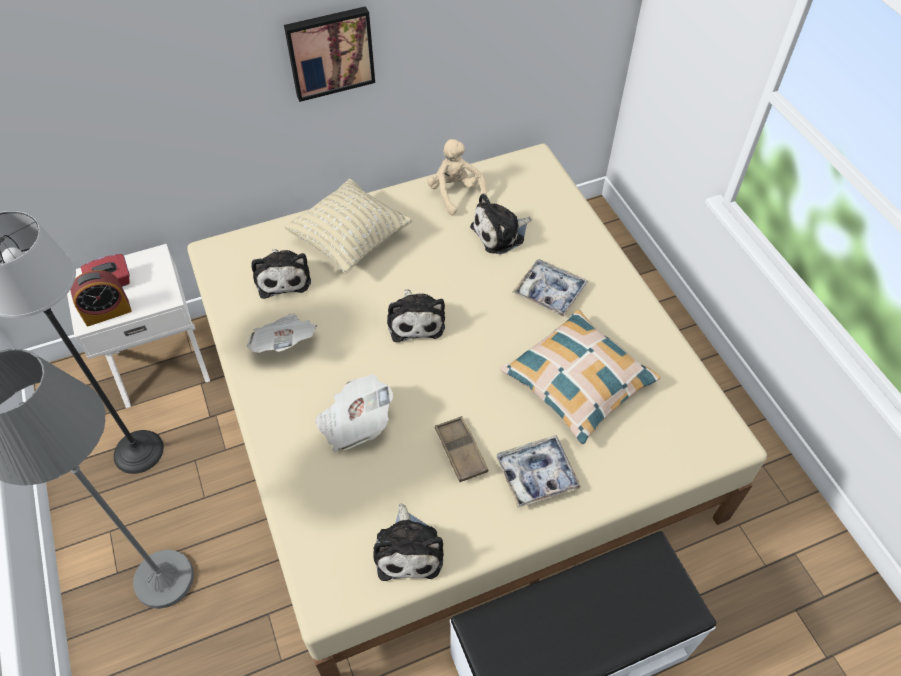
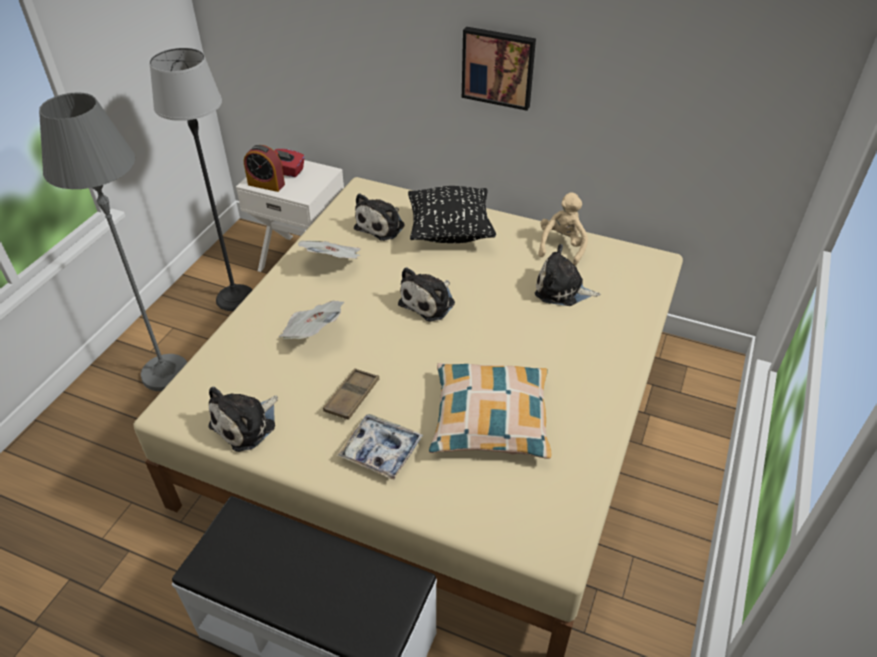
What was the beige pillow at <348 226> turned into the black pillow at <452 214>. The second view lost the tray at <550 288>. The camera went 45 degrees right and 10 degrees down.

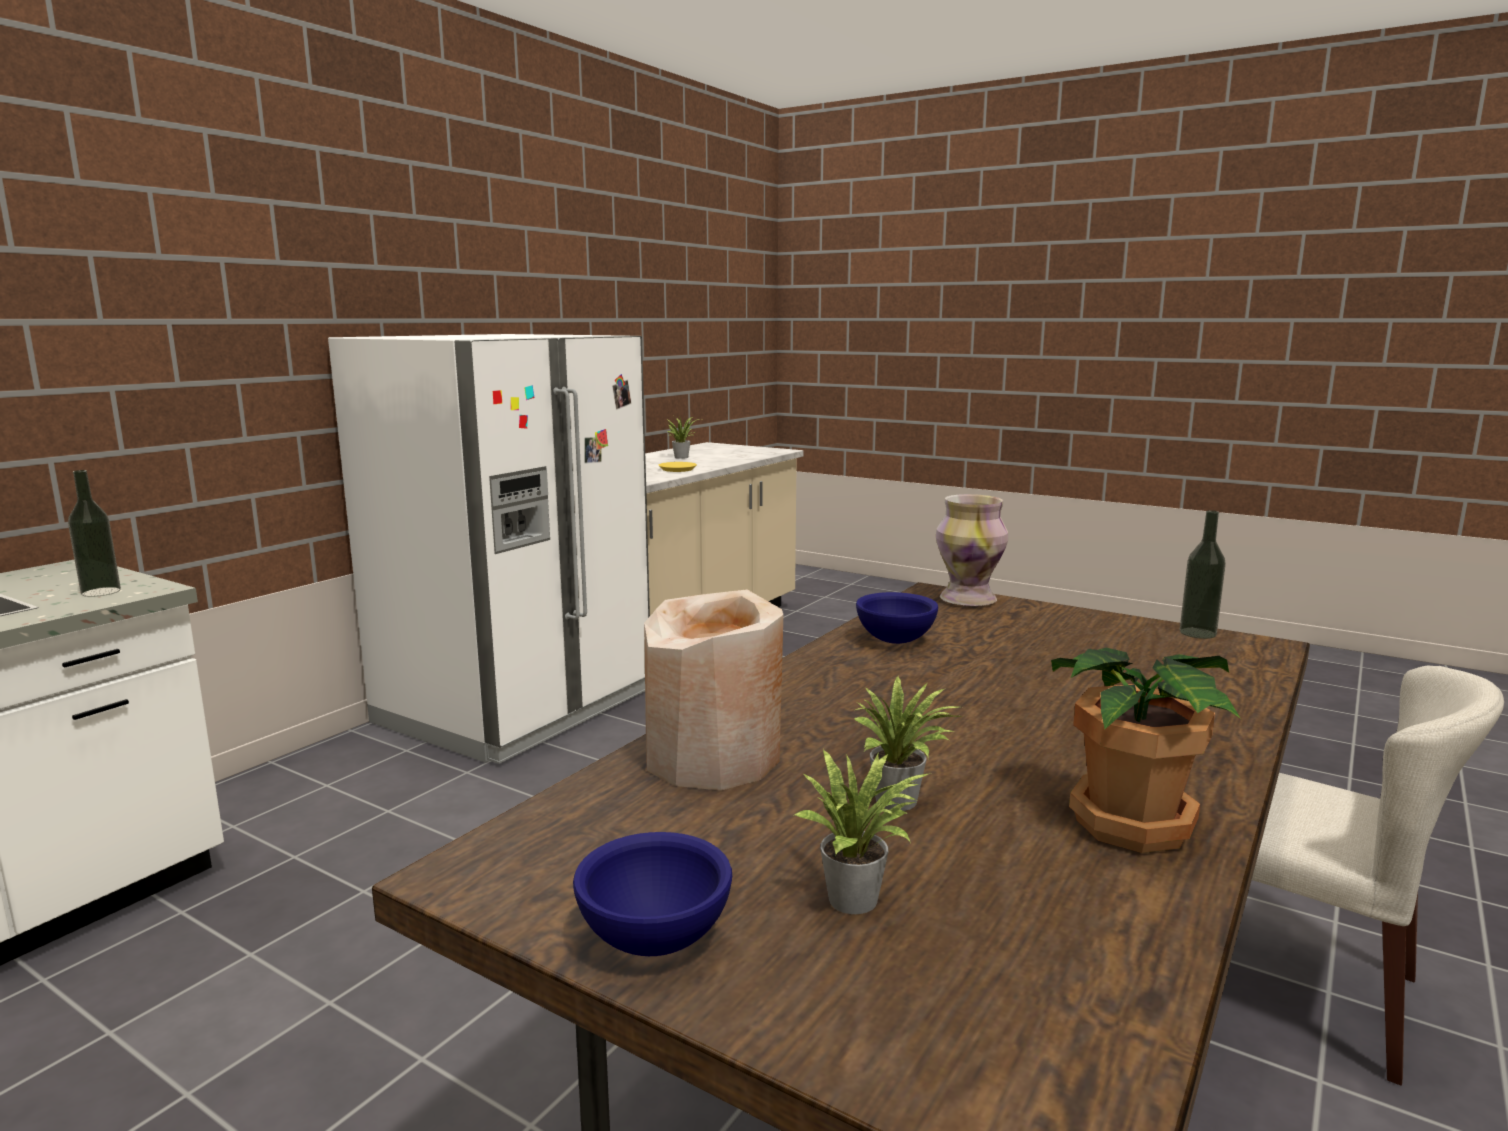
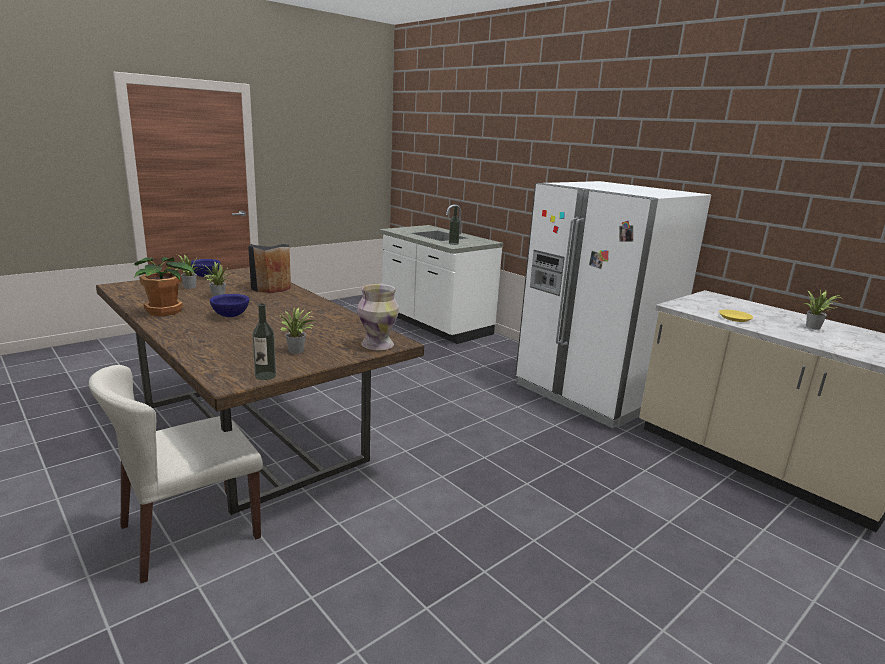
What was the beige vase at <713 690> turned into the black vase at <269 268>. The blue bowl ended up elsewhere, having gone from <897 618> to <229 305>. The second view gained the potted plant at <296 330>. The camera went 105 degrees right and 5 degrees up.

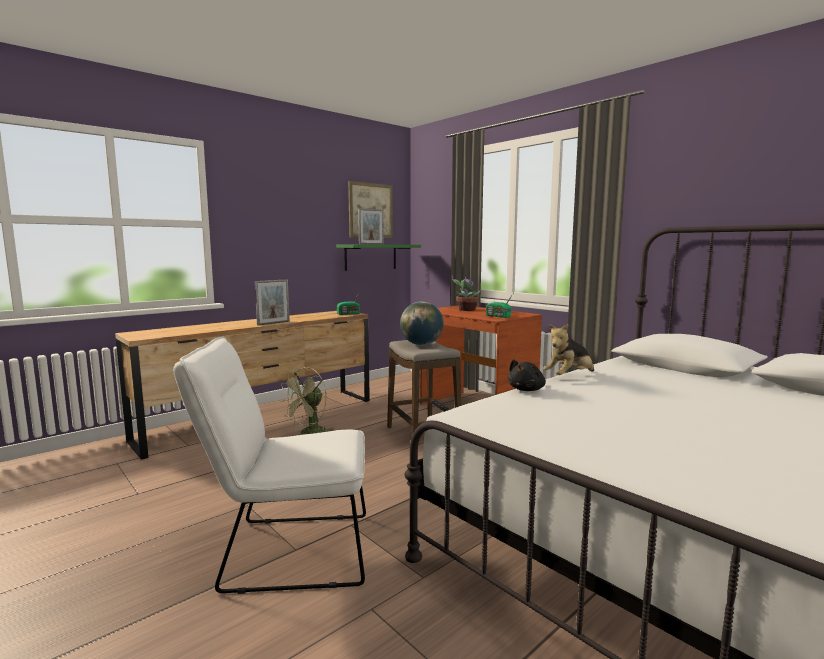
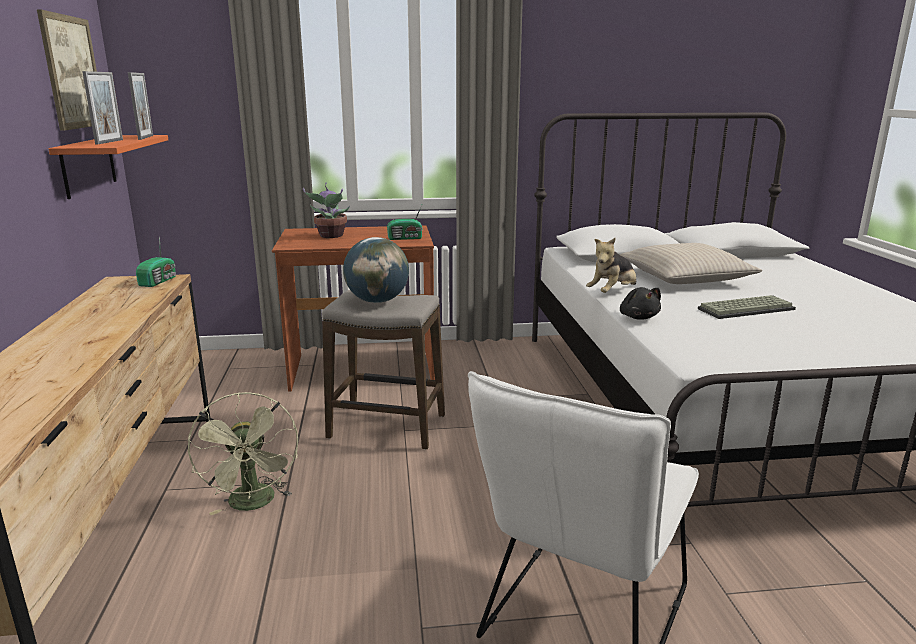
The picture frame ended up elsewhere, having gone from <272 302> to <140 106>. What was the green shelf at <378 258> turned into the orange shelf at <108 167>. The plush toy at <568 349> ended up facing another way, 45 degrees clockwise from before. The second view gained the beige pillow at <691 263>. The second view gained the keyboard at <747 307>. The camera went 55 degrees left and 10 degrees up.

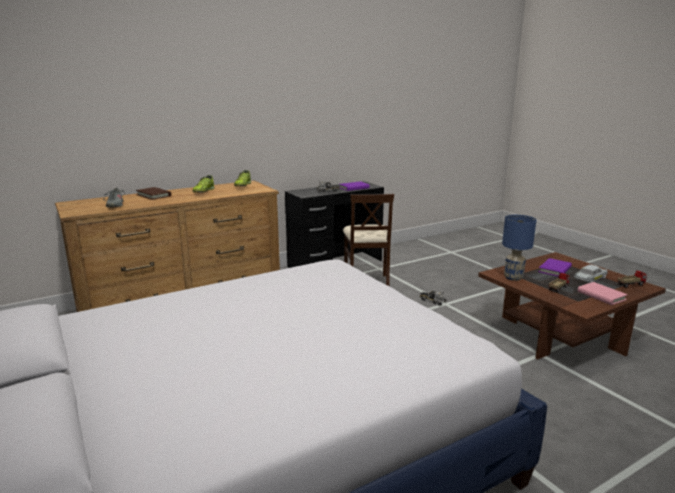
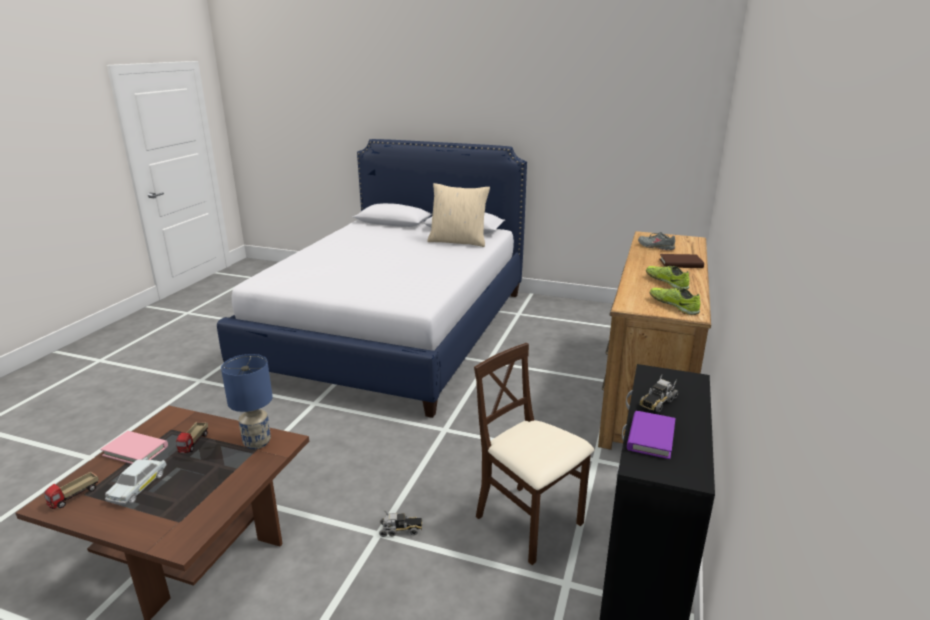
The second view lost the purple book at <555 267>. The second view gained the beige pillow at <458 215>. The camera went 140 degrees right and 5 degrees up.

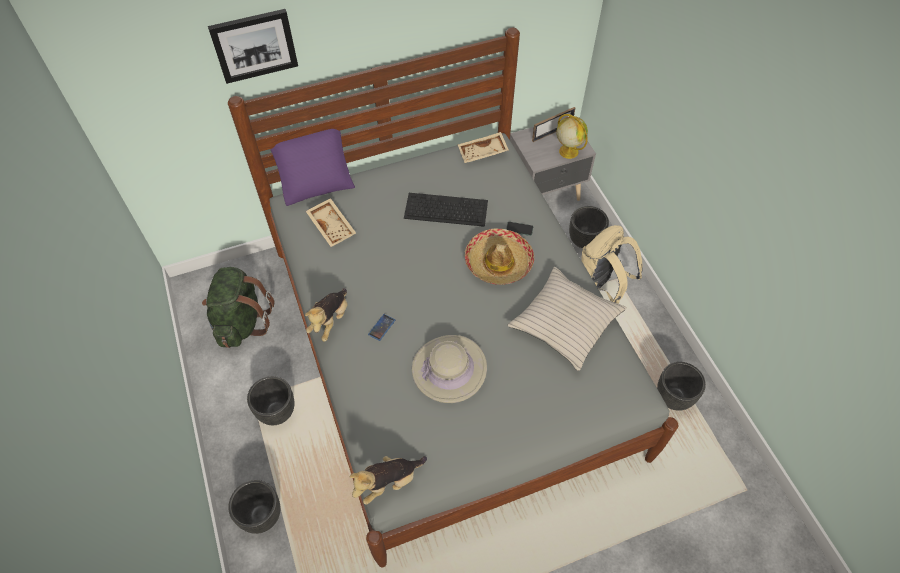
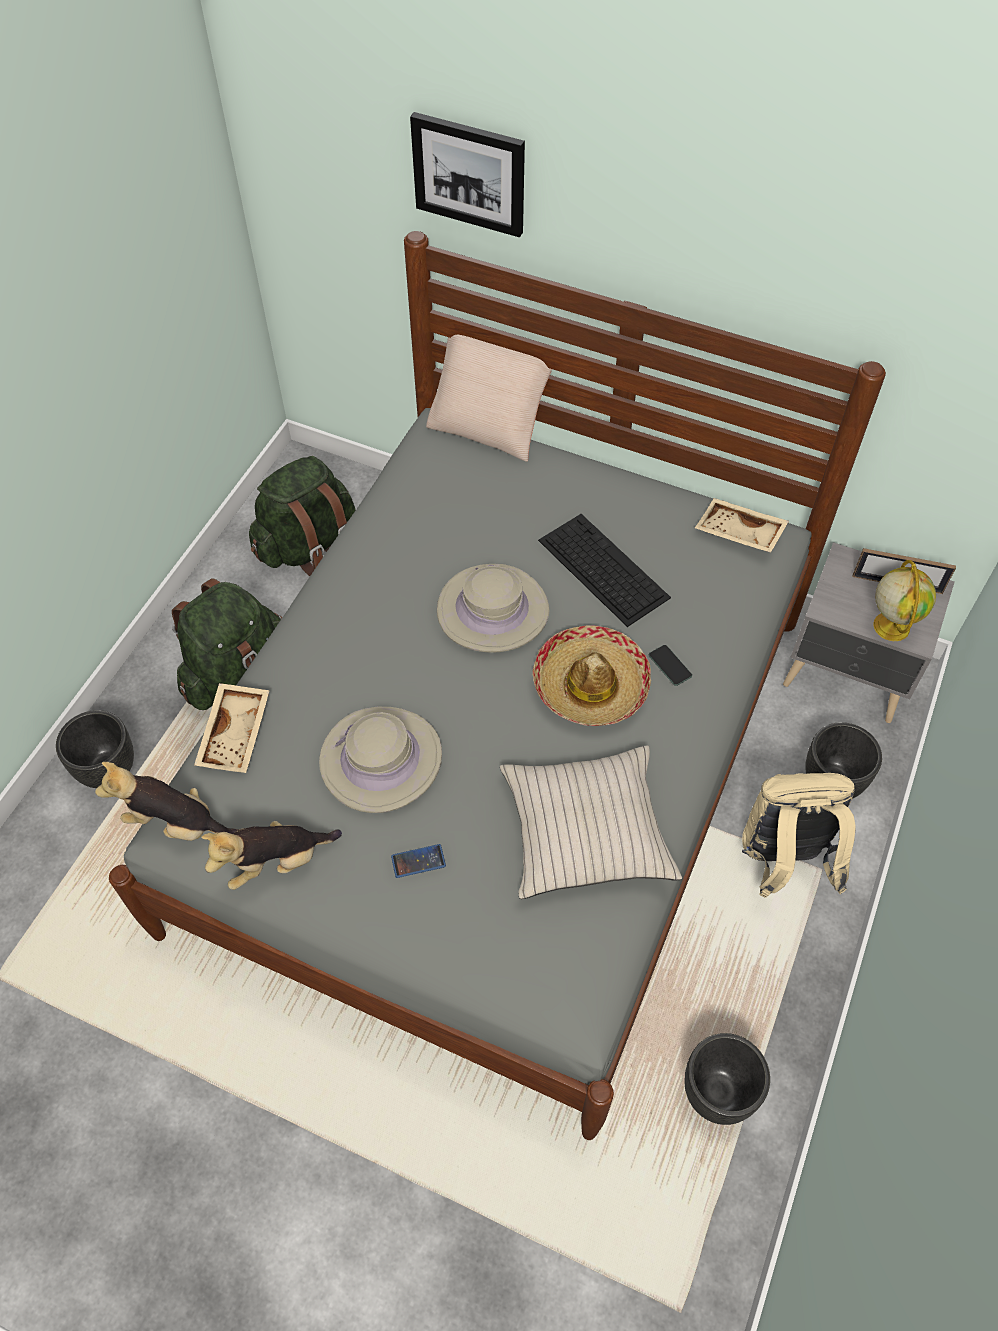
Where the black planter stood at <270 400>, the green backpack came to stand at <227 644>. What was the purple pillow at <312 167> turned into the beige pillow at <489 398>. The plush toy ended up elsewhere, having gone from <326 315> to <272 855>. The beige tray ended up elsewhere, having gone from <331 222> to <232 728>. The phone ended up elsewhere, having gone from <381 327> to <418 861>. The second view gained the beige hat at <493 608>. The camera went 45 degrees right and 0 degrees up.

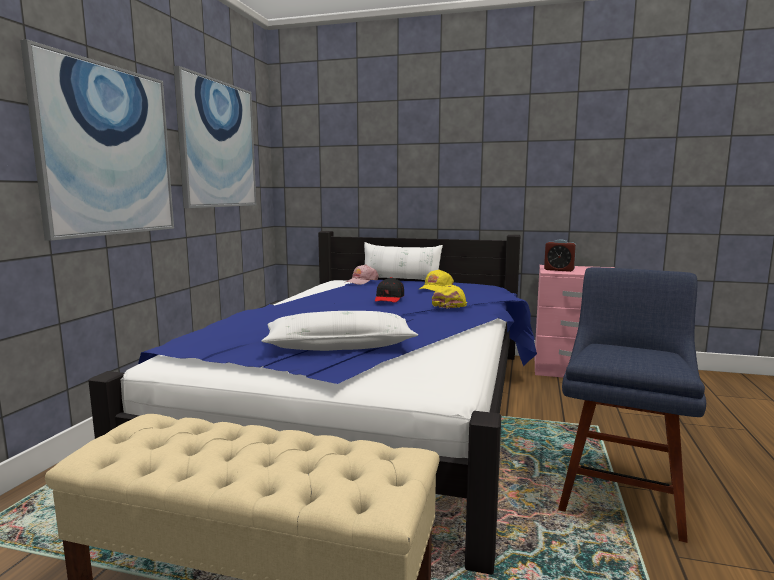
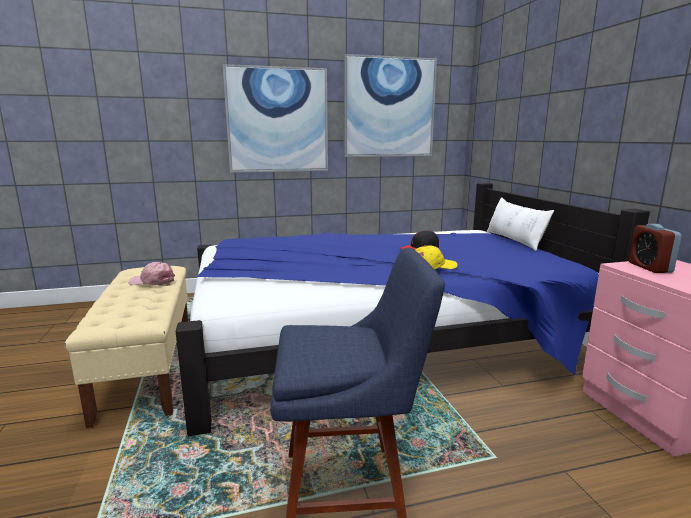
The second view lost the white pillow at <339 331>. The pink cap ended up elsewhere, having gone from <361 274> to <152 274>. The second view lost the yellow cap at <437 280>. The camera went 60 degrees right and 5 degrees up.

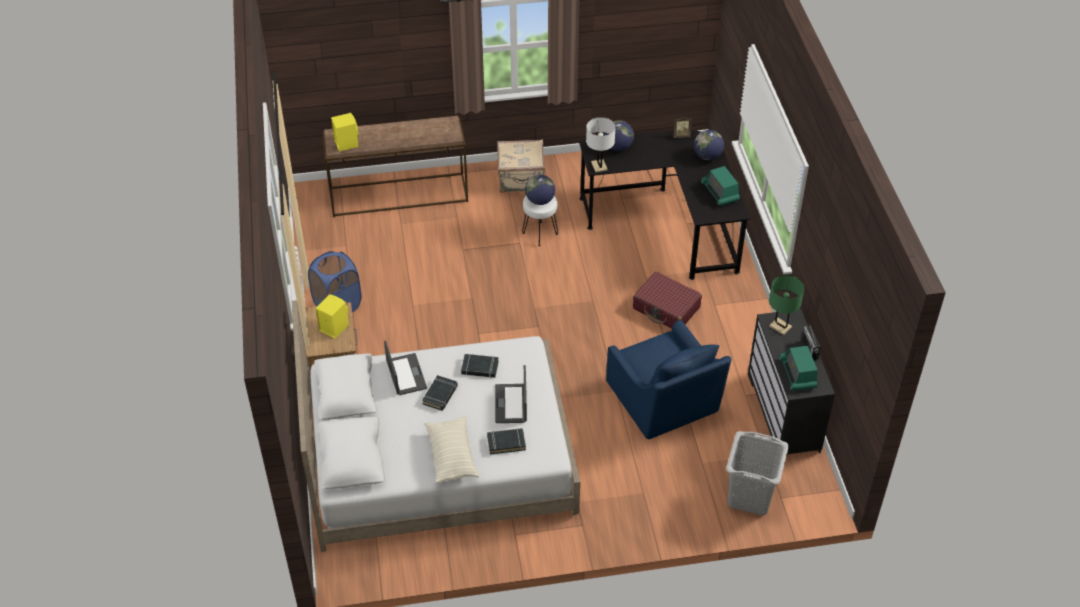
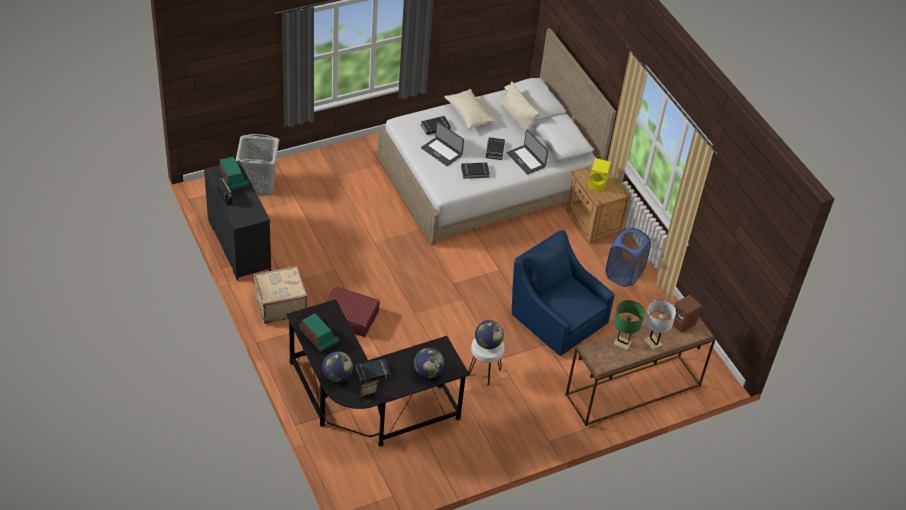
What was the yellow speaker at <345 132> turned into the brown speaker at <687 314>. The laptop at <511 394> ended up facing another way, 150 degrees clockwise from before. The beige suitcase ended up elsewhere, having gone from <521 166> to <281 295>. The white table lamp ended up elsewhere, having gone from <601 145> to <660 325>. The blue armchair ended up elsewhere, having gone from <669 379> to <563 293>. The green table lamp ended up elsewhere, having gone from <786 305> to <629 325>. The second view gained the black book at <372 371>. The second view gained the beige pillow at <520 108>. The camera went 160 degrees right and 0 degrees up.

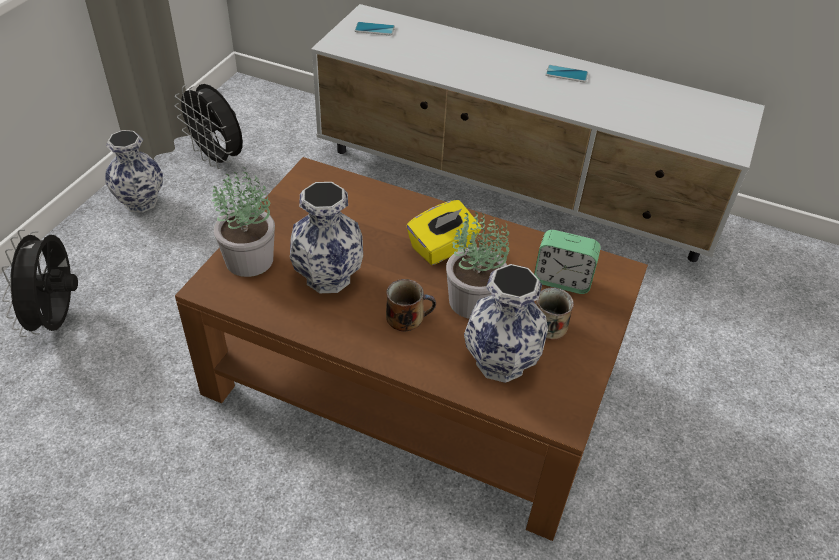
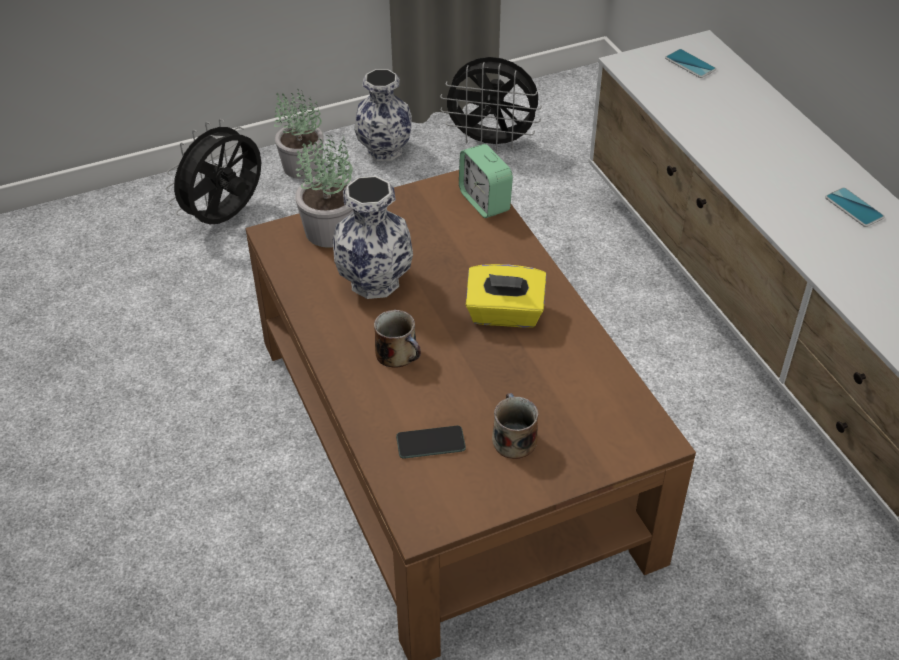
The black fan at <209 126> ended up facing another way, 75 degrees counterclockwise from before. The potted plant ended up elsewhere, having gone from <477 265> to <299 134>. Where the vase stood at <506 323>, the phone came to stand at <431 442>. The alarm clock ended up elsewhere, having gone from <567 262> to <486 181>. The camera went 45 degrees right and 0 degrees up.

